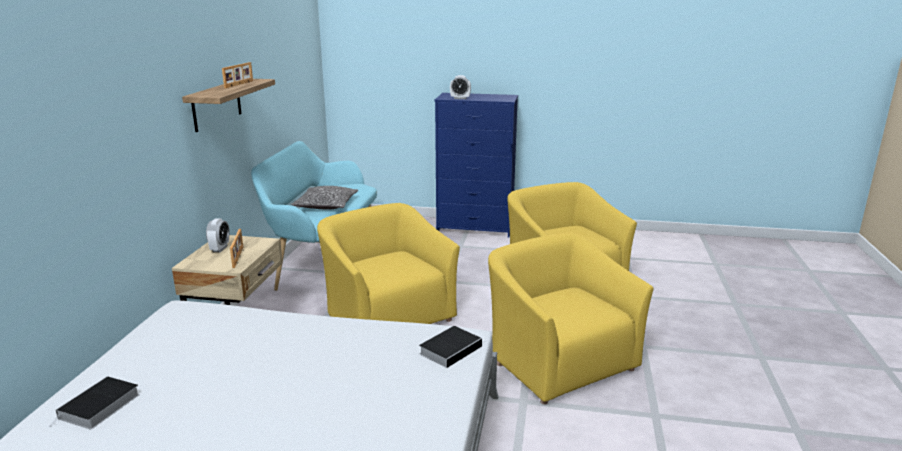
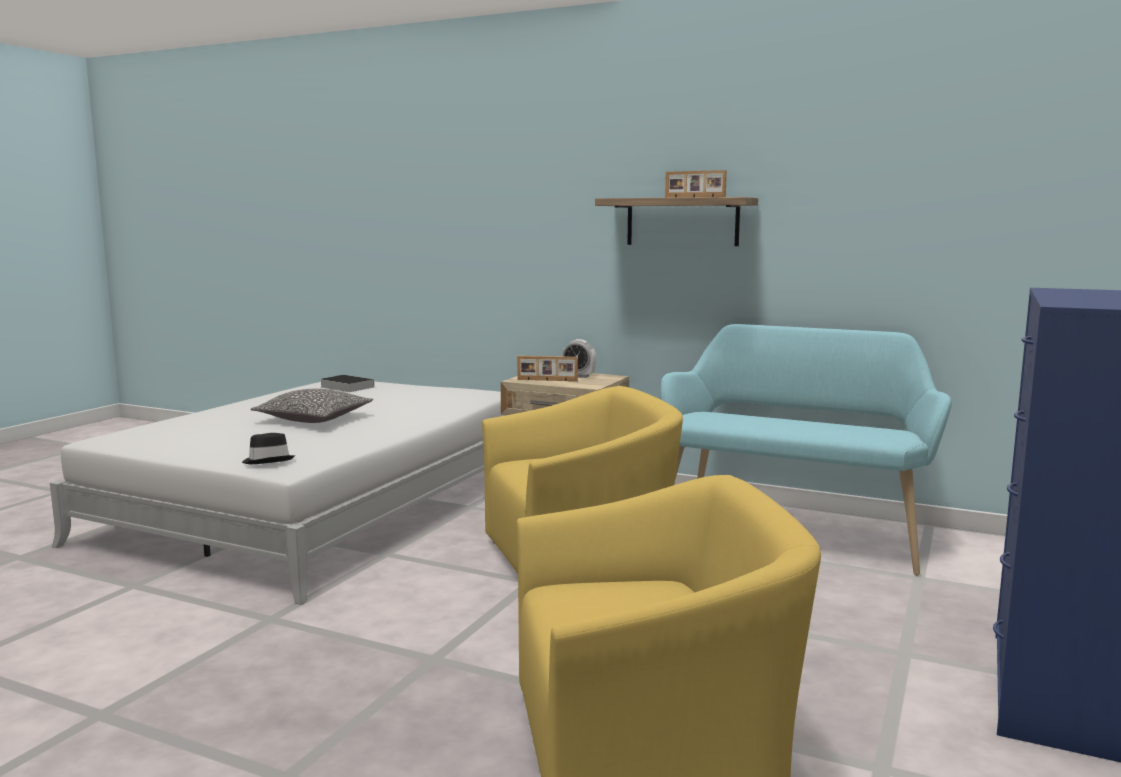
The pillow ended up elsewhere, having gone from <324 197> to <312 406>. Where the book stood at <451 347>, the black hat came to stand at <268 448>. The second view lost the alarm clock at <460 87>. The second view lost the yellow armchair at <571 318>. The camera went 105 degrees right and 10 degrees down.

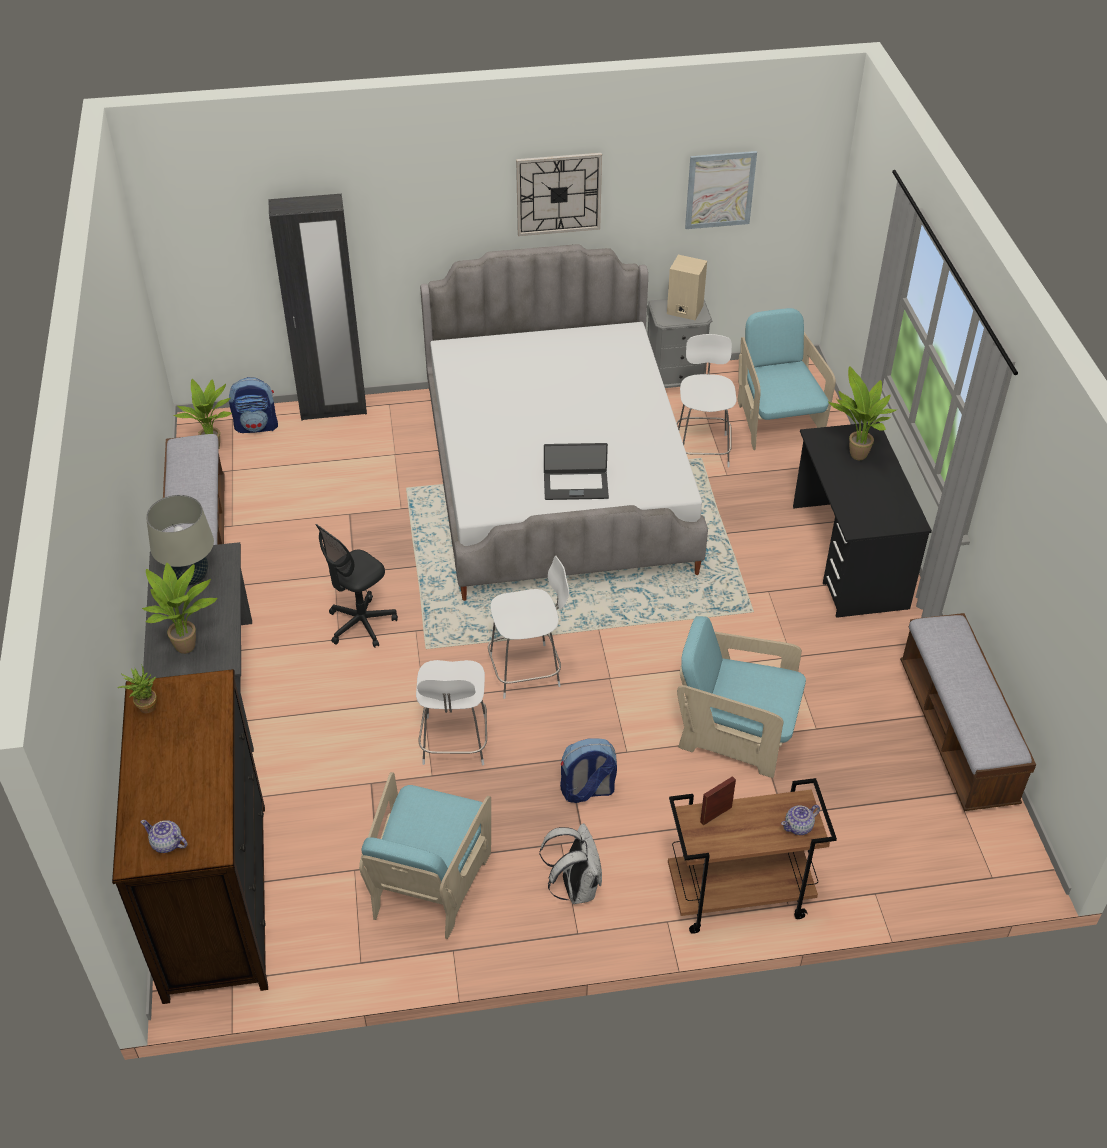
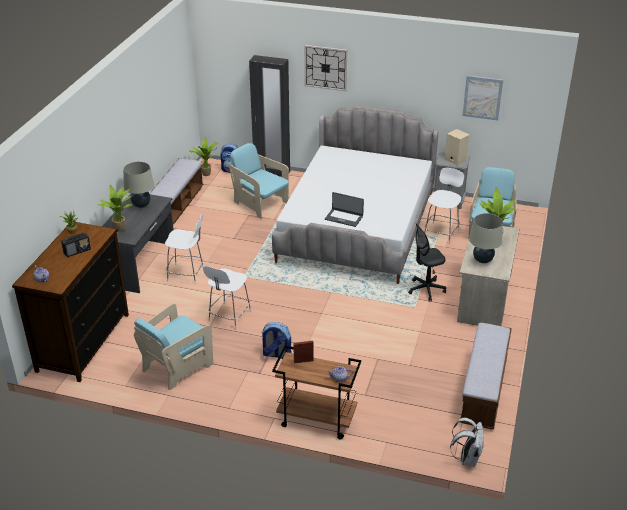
The black office chair ended up elsewhere, having gone from <356 586> to <427 262>. The white chair ended up elsewhere, having gone from <528 627> to <184 249>. The wall clock ended up elsewhere, having gone from <559 194> to <325 68>. The white backpack ended up elsewhere, having gone from <571 863> to <467 442>. The turquoise armchair ended up elsewhere, having gone from <741 697> to <259 181>. What was the black desk at <862 520> turned into the beige desk at <488 276>. The second view gained the radio at <76 245>. The second view gained the beige table lamp at <486 238>. The camera went 25 degrees right and 10 degrees down.

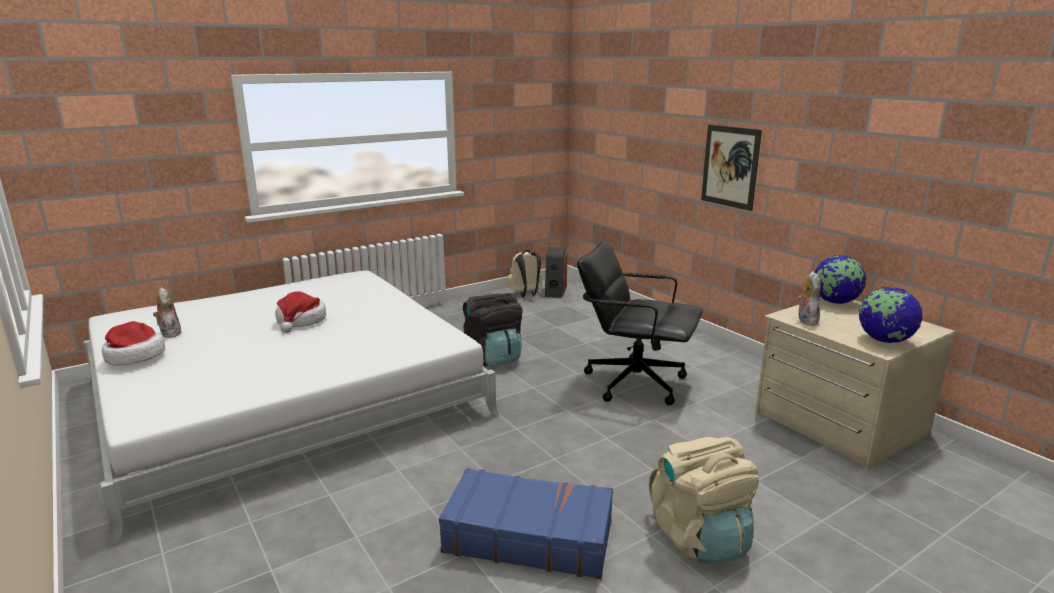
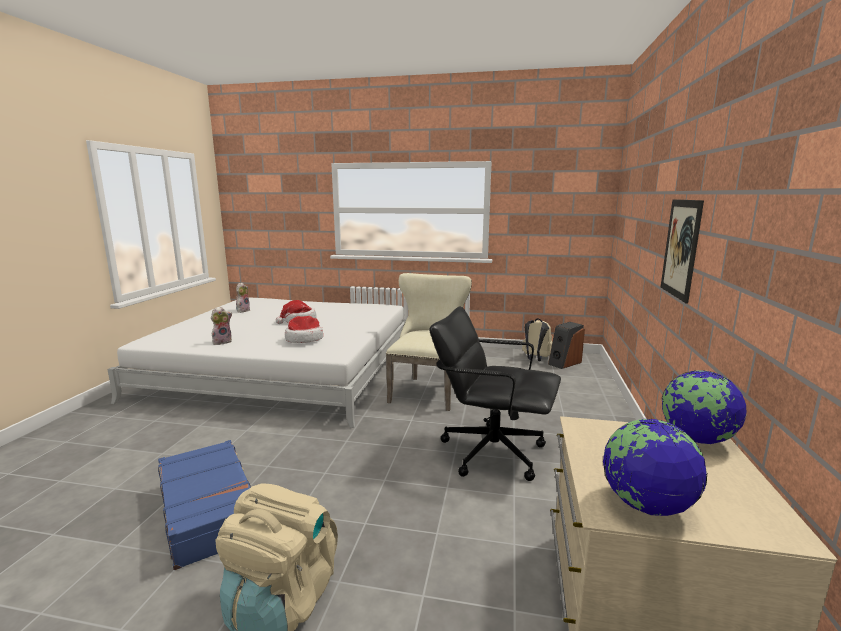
The hat ended up elsewhere, having gone from <133 343> to <304 329>. Where the black backpack stood at <492 329>, the beige chair came to stand at <429 342>. The black office chair at <640 322> ended up facing another way, 45 degrees counterclockwise from before. The plush toy ended up elsewhere, having gone from <809 298> to <221 326>. The camera went 45 degrees right and 5 degrees down.

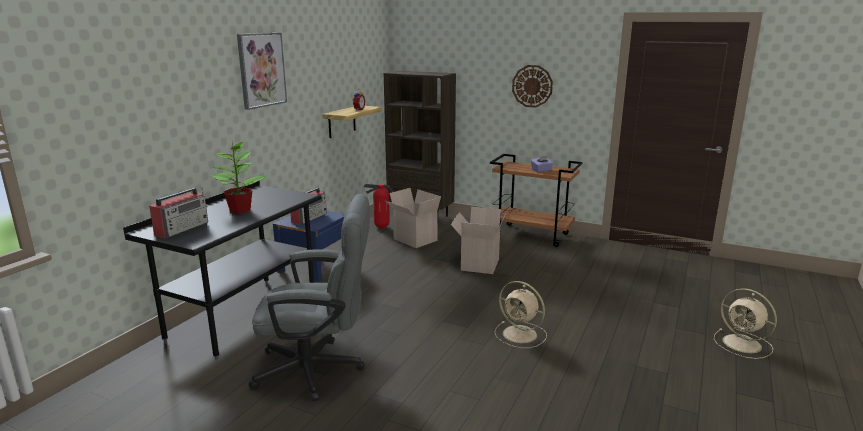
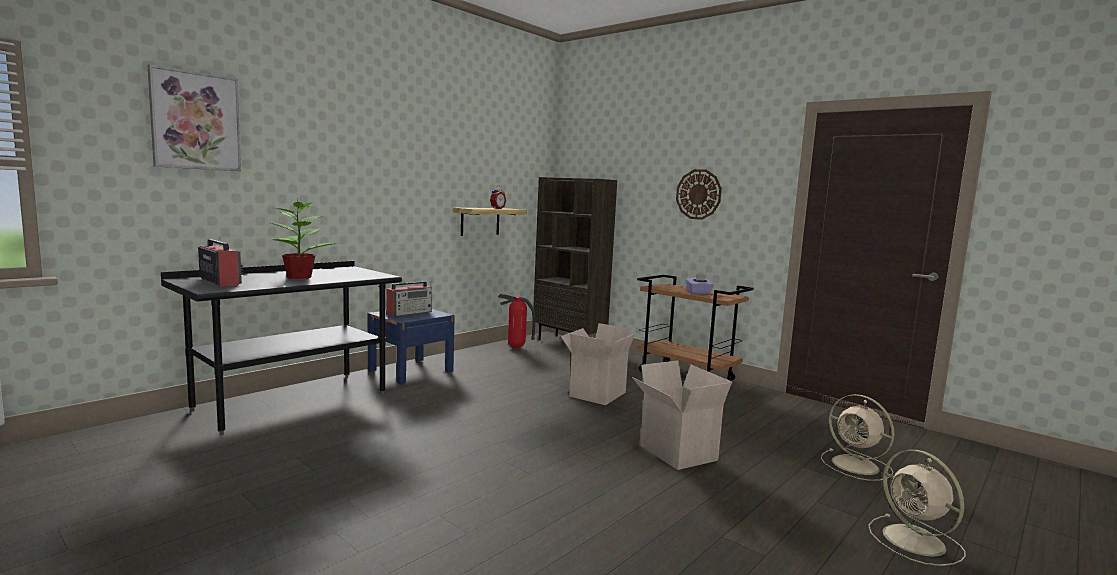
The radio at <178 212> ended up facing another way, 90 degrees counterclockwise from before. The picture ended up elsewhere, having gone from <262 71> to <194 117>. The second view lost the grey office chair at <309 297>. The cardboard box ended up elsewhere, having gone from <413 218> to <682 415>. The beige fan ended up elsewhere, having gone from <520 314> to <858 437>. The camera went 15 degrees right and 10 degrees down.

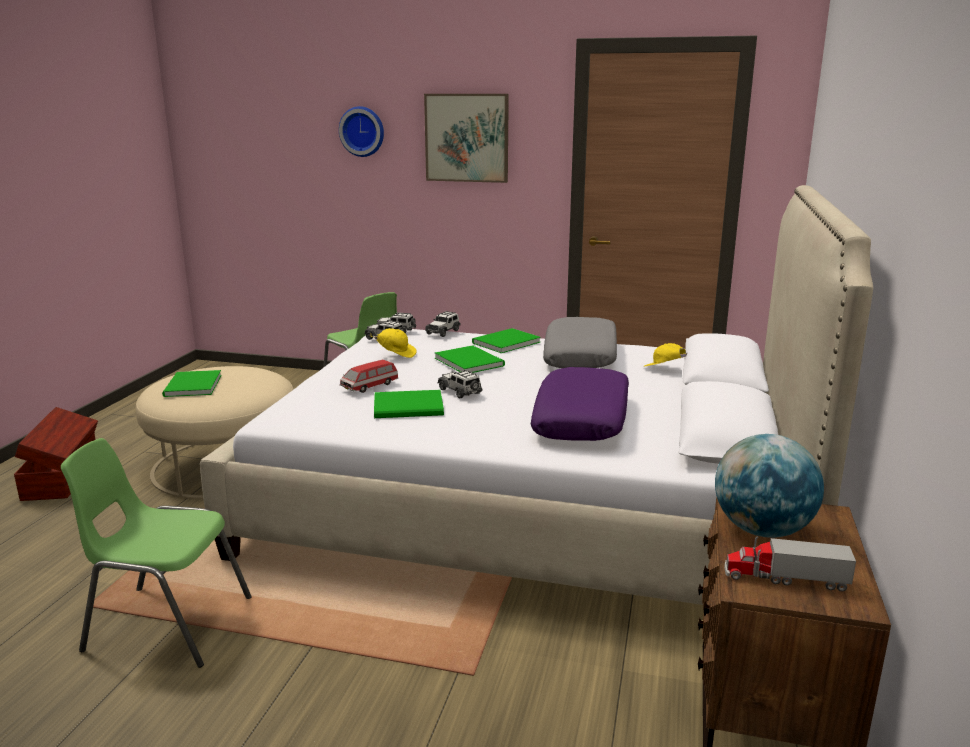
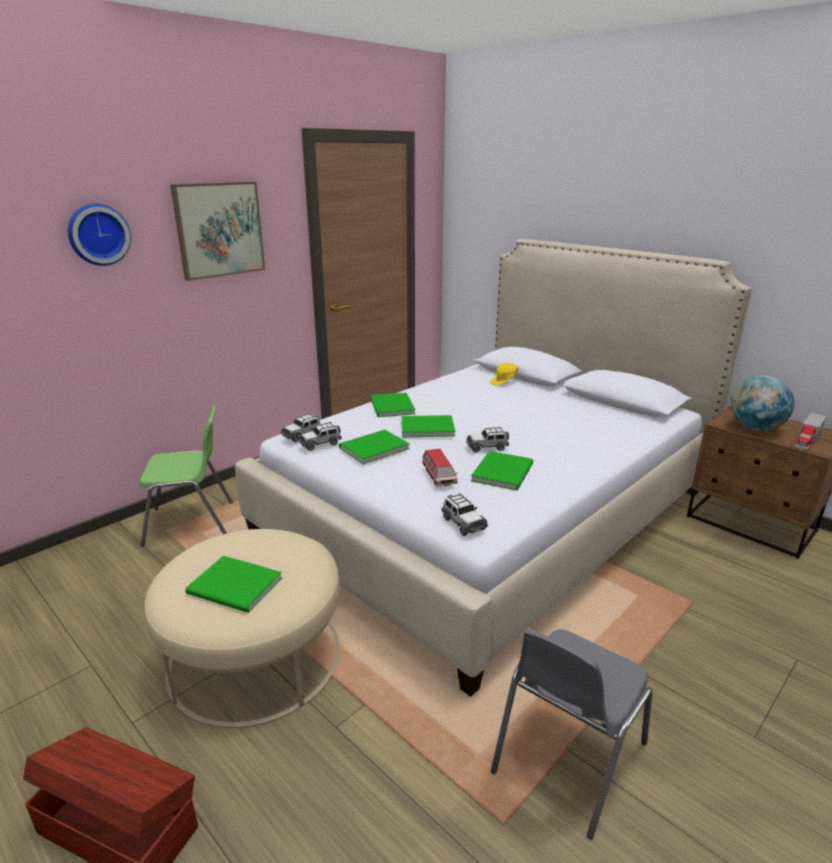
What was the green chair at <156 553> turned into the grey chair at <572 734>. Where the yellow cap stood at <393 343>, the green book came to stand at <374 447>. The toy car ended up elsewhere, having gone from <443 324> to <464 514>. The second view lost the purple pillow at <580 404>. The second view lost the grey pillow at <580 342>. The camera went 60 degrees left and 5 degrees up.

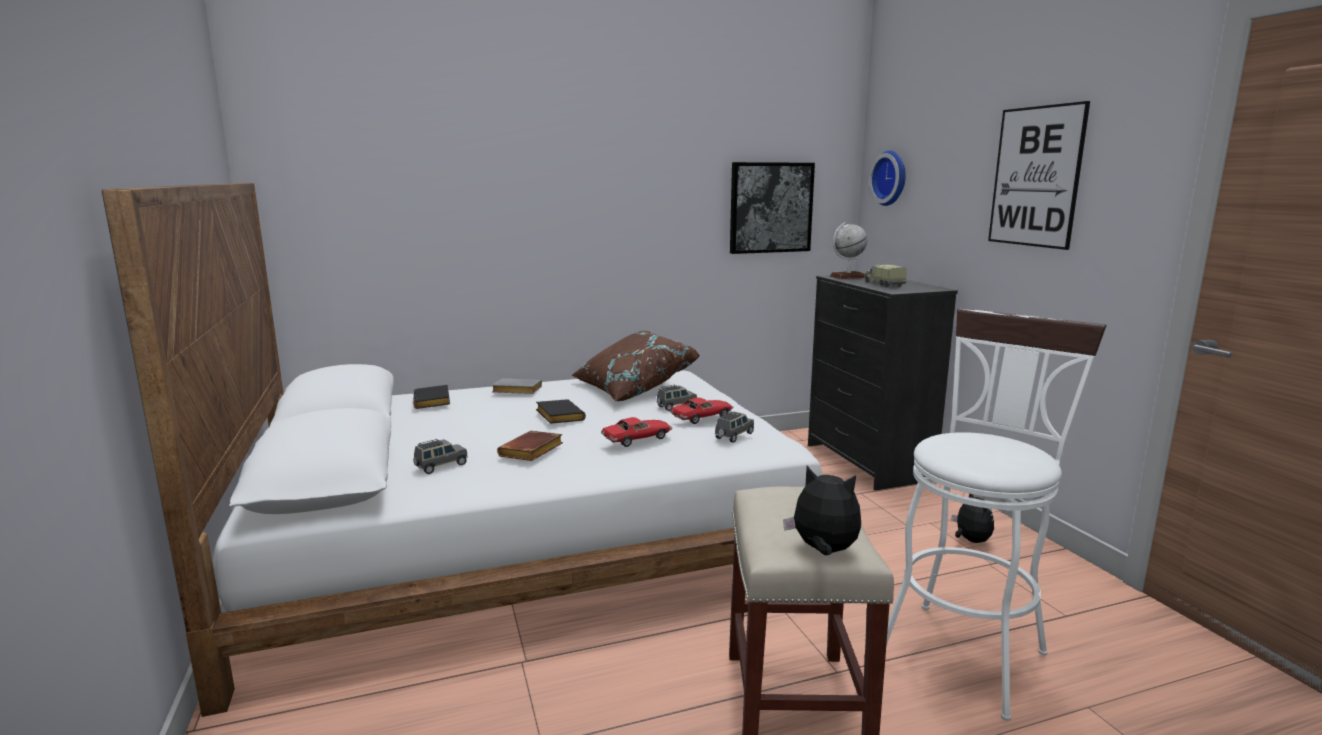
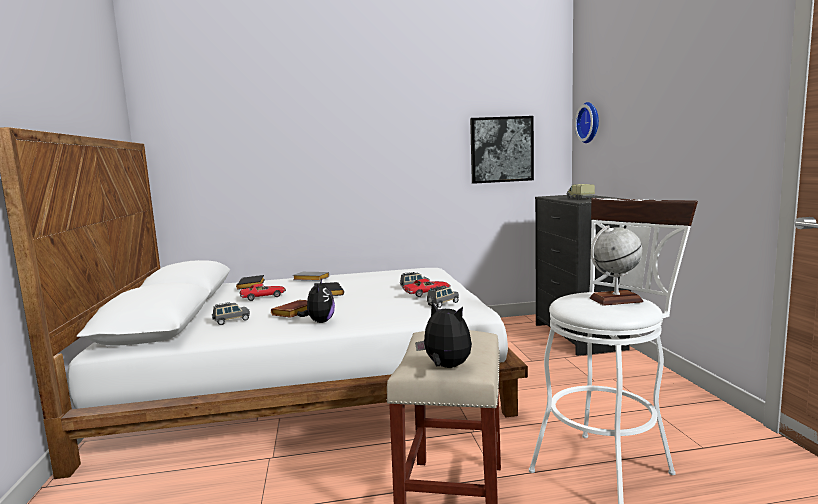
The second view lost the brown pillow at <635 366>. The toy car ended up elsewhere, having gone from <636 432> to <262 292>. The globe ended up elsewhere, having gone from <848 250> to <616 265>. The plush toy ended up elsewhere, having gone from <973 518> to <316 301>. The second view lost the picture at <1039 175>. The camera went 10 degrees right and 5 degrees down.

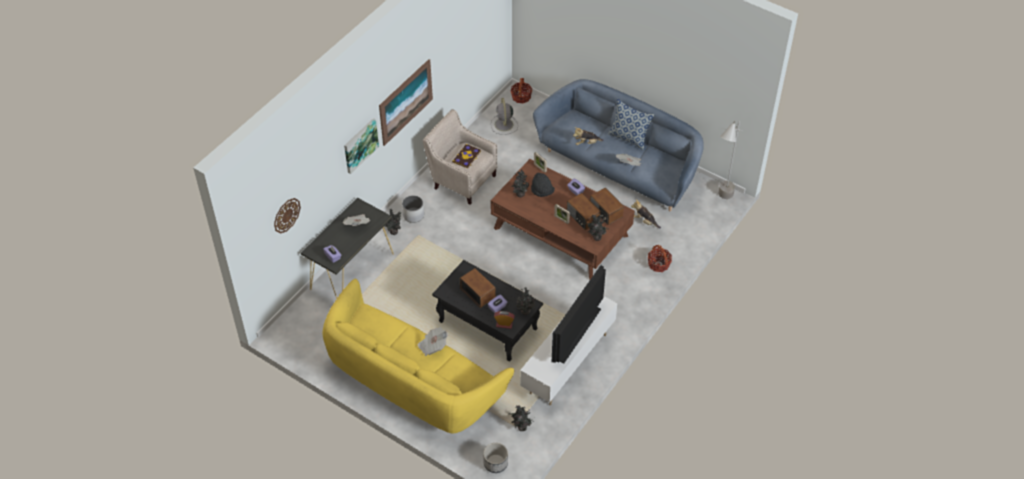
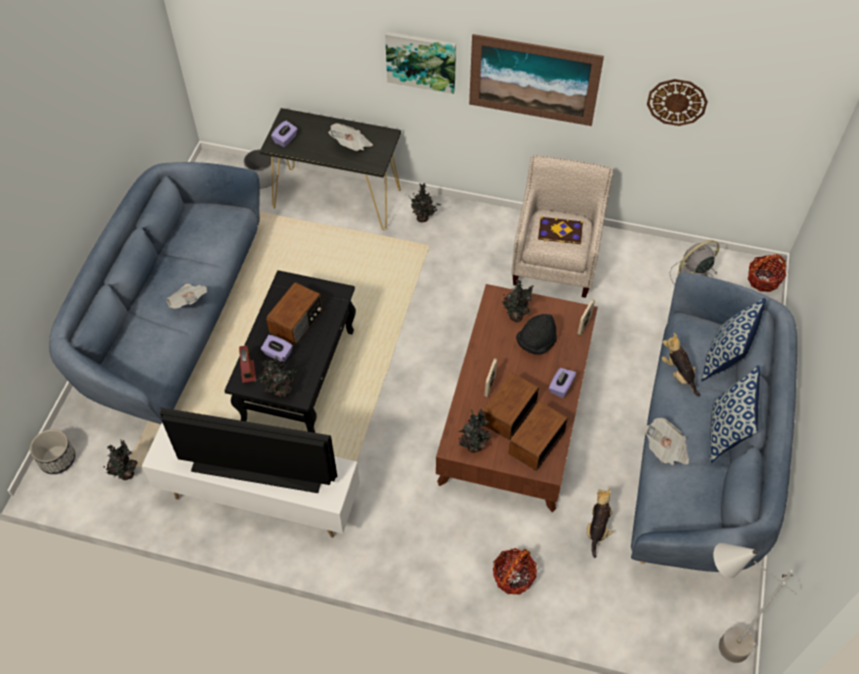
The wall clock ended up elsewhere, having gone from <287 216> to <677 102>. What was the yellow sofa at <418 356> turned into the blue sofa at <154 294>. The white planter ended up elsewhere, having gone from <413 209> to <260 168>. The second view gained the pillow at <733 339>. The camera went 70 degrees right and 5 degrees up.

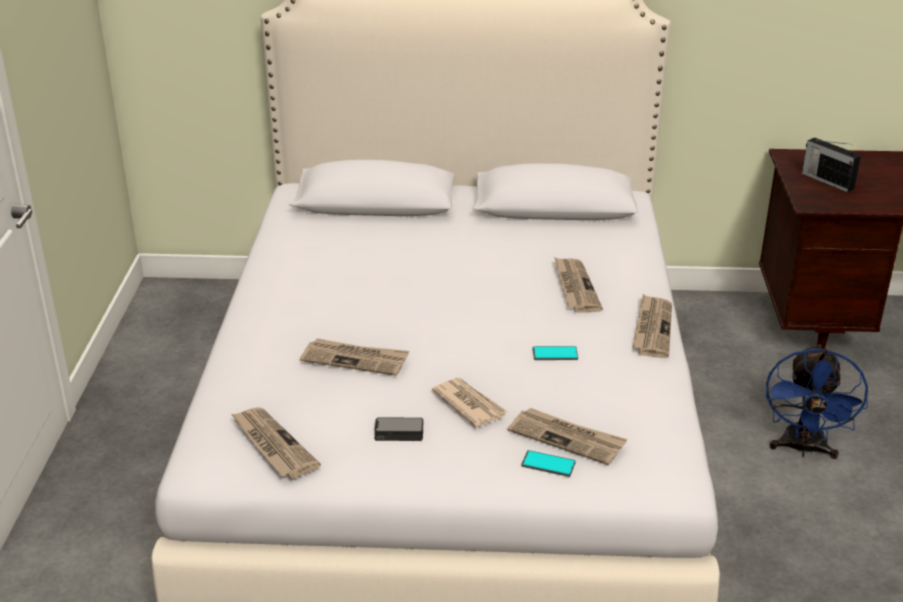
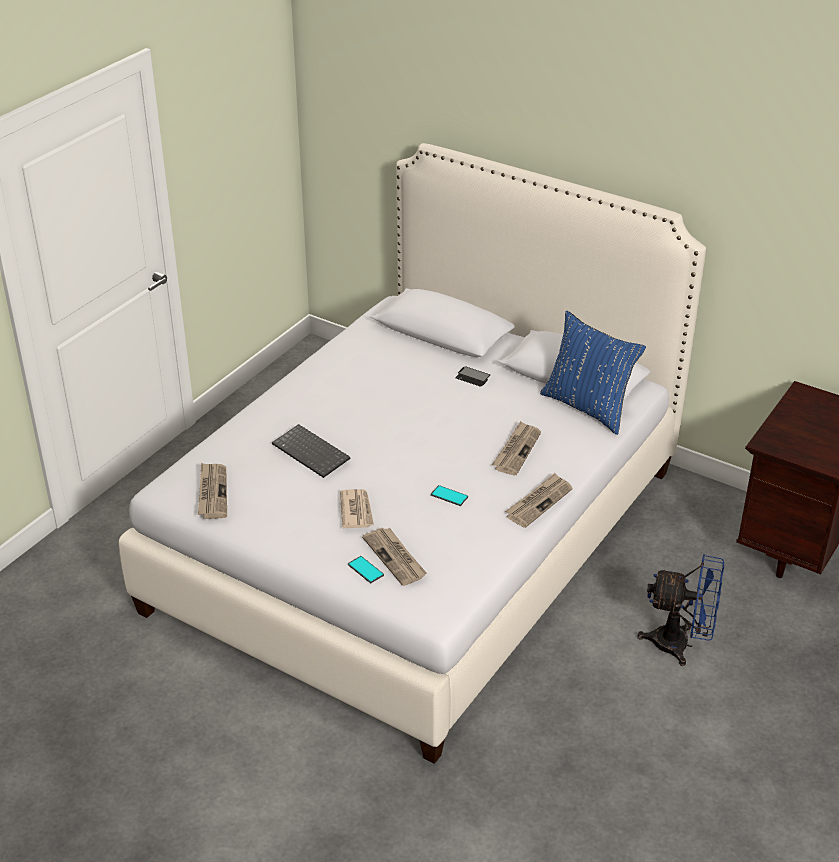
Where the newspaper stood at <354 357>, the keyboard came to stand at <311 451>. The phone ended up elsewhere, having gone from <399 429> to <472 376>. The blue fan at <817 401> ended up facing another way, 120 degrees counterclockwise from before. The second view lost the radio at <831 164>. The second view gained the blue pillow at <593 373>. The camera went 30 degrees right and 5 degrees up.

